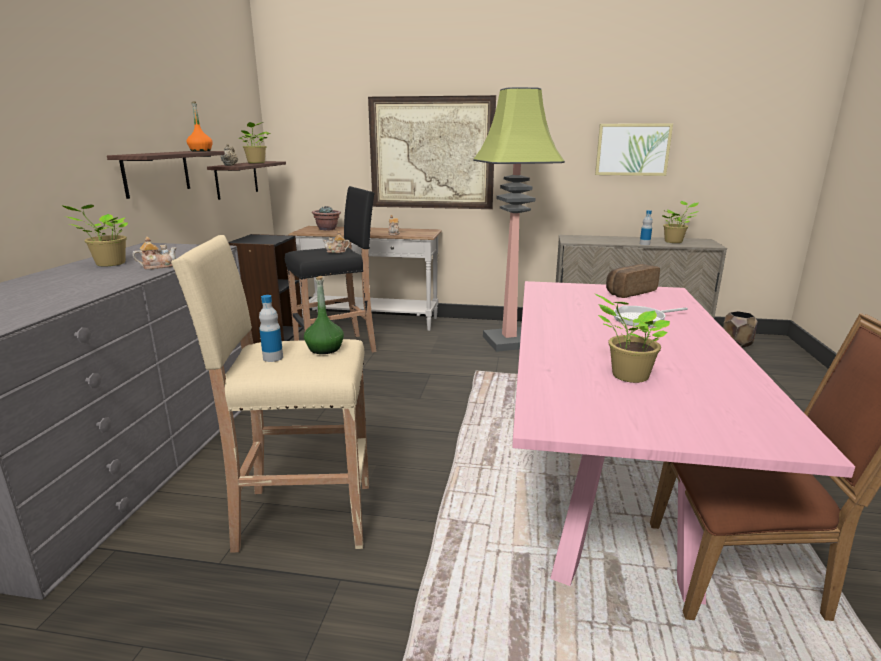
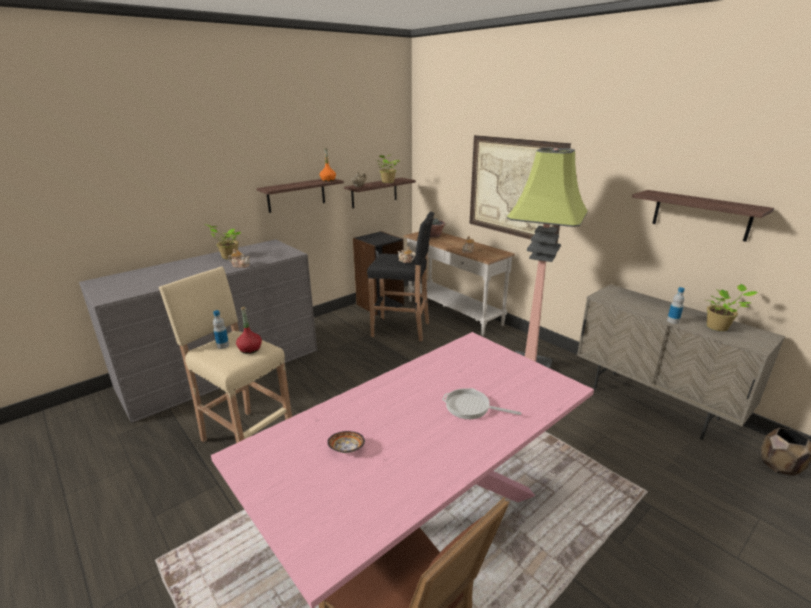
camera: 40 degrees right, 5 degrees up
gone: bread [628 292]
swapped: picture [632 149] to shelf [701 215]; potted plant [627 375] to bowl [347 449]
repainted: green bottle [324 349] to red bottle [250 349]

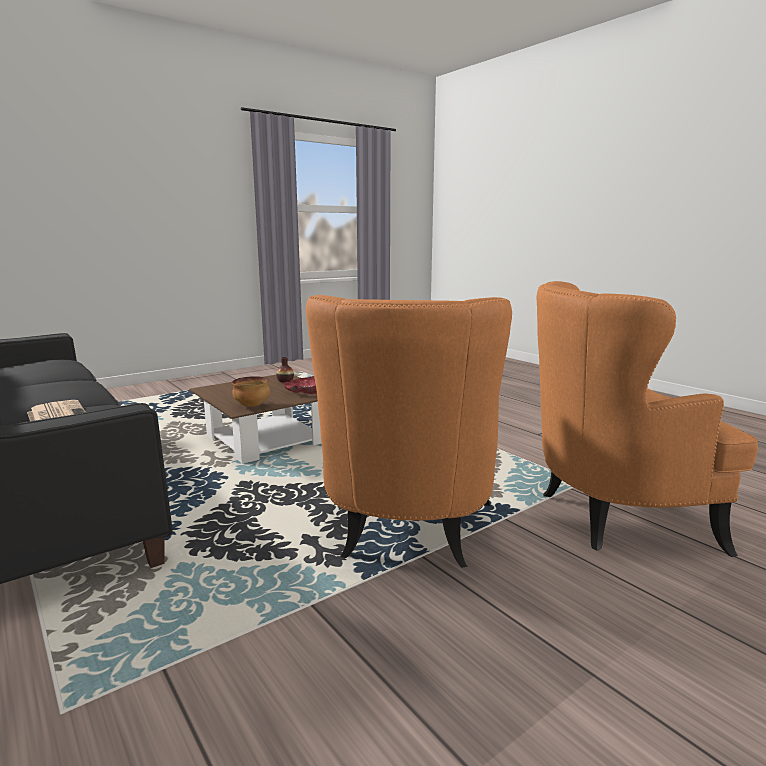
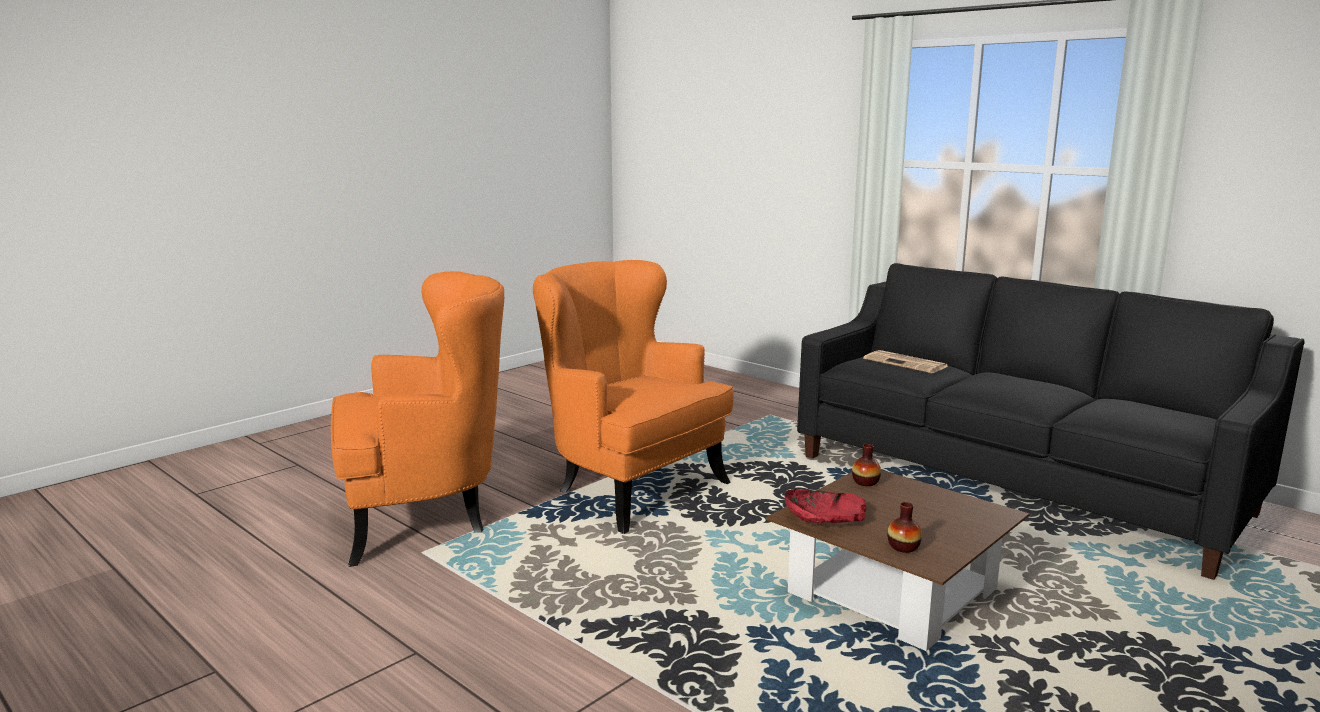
camera: 170 degrees right, 0 degrees up
swapped: bowl [252 406] to vase [865 482]
rotated: orange armchair [407 533] = [629 488] 45 degrees counterclockwise

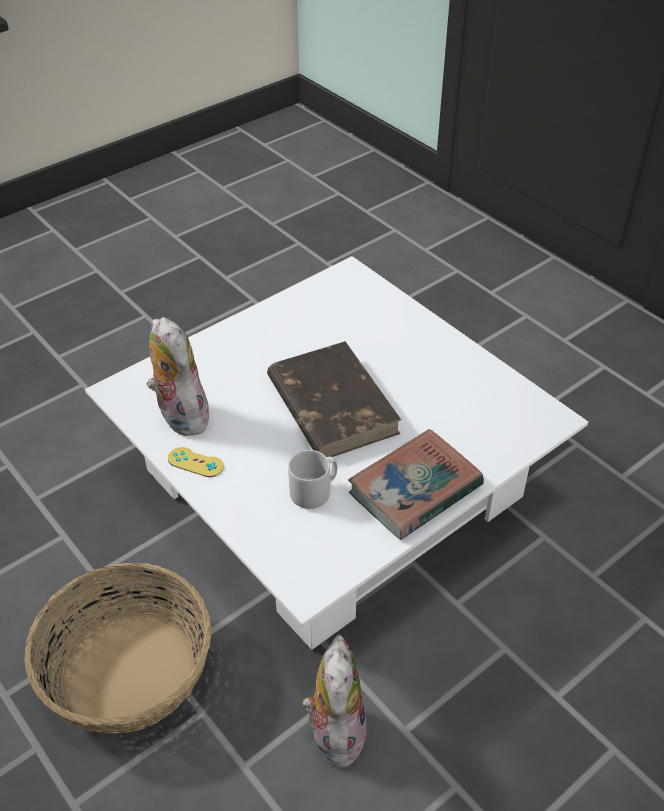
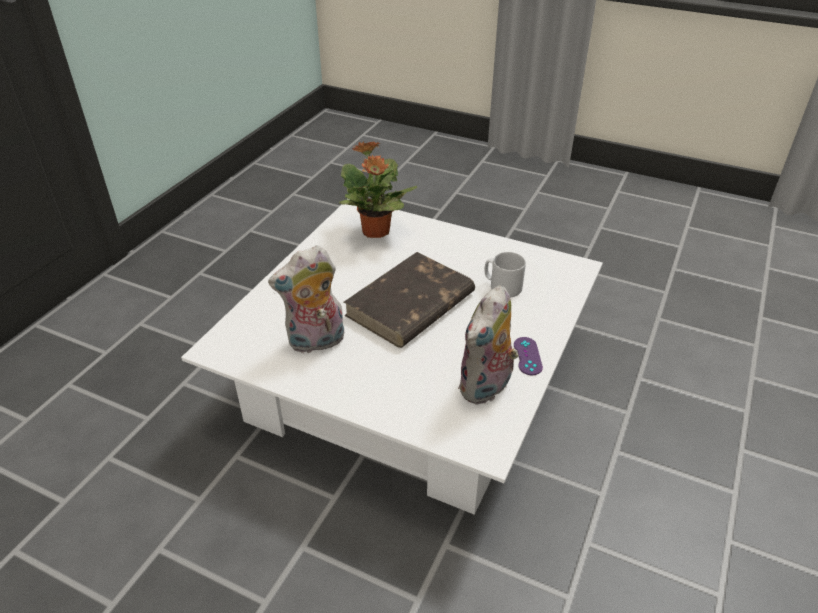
camera: 115 degrees left, 5 degrees down
gone: basket [130 672]; book [415 489]
new: potted plant [376 232]
shifted: plush toy [335 731] to [316 342]
repainted: yellow game controller [195 462] to purple game controller [527 356]

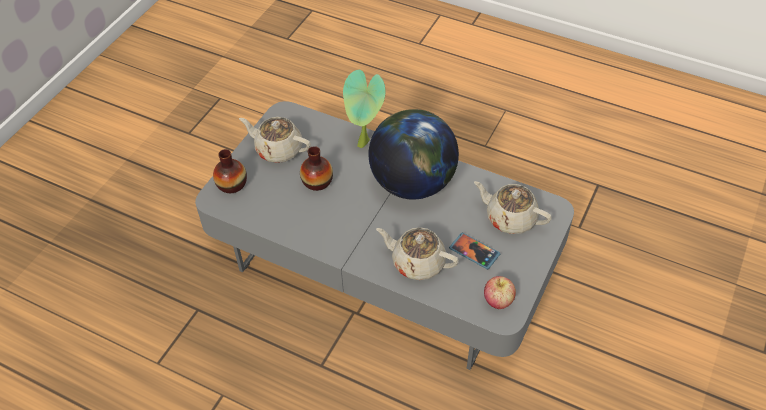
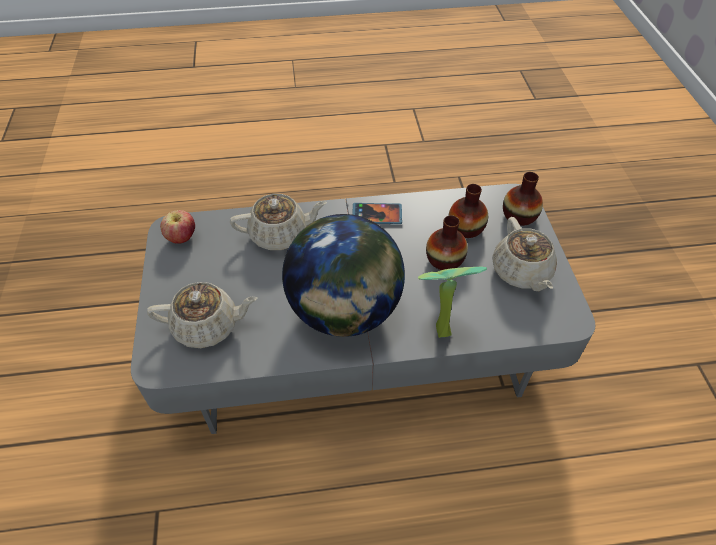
camera: 145 degrees right, 0 degrees up
new: vase [465 228]
shifted: phone [474 252] to [377 215]
rotated: beige teapot [278 149] = [521 272] 90 degrees clockwise

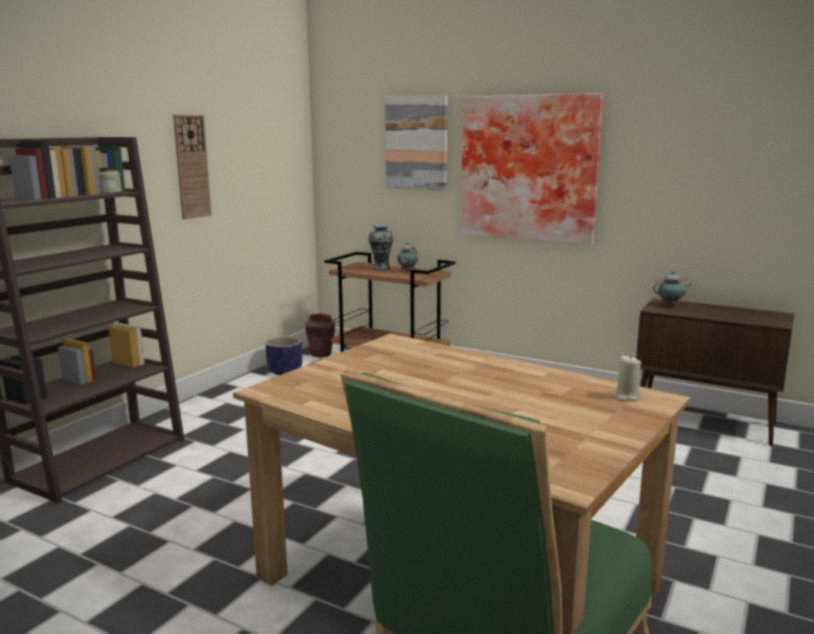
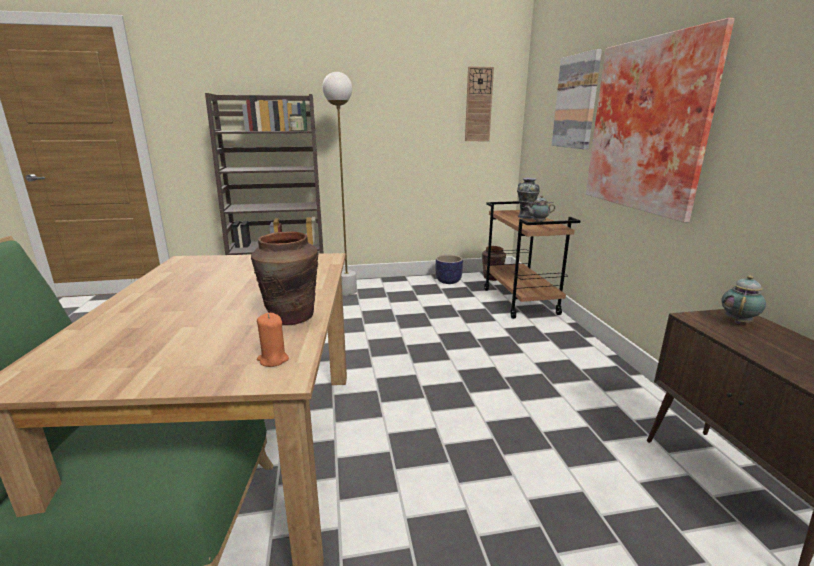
camera: 50 degrees right, 5 degrees up
new: brown vase [291 317]; white floor lamp [347 292]
shifted: wall clock [192 167] to [478 105]
repainted: beige candle [626 396] to orange candle [273 360]
rotated: teapot [671 305] = [738 322] 90 degrees counterclockwise

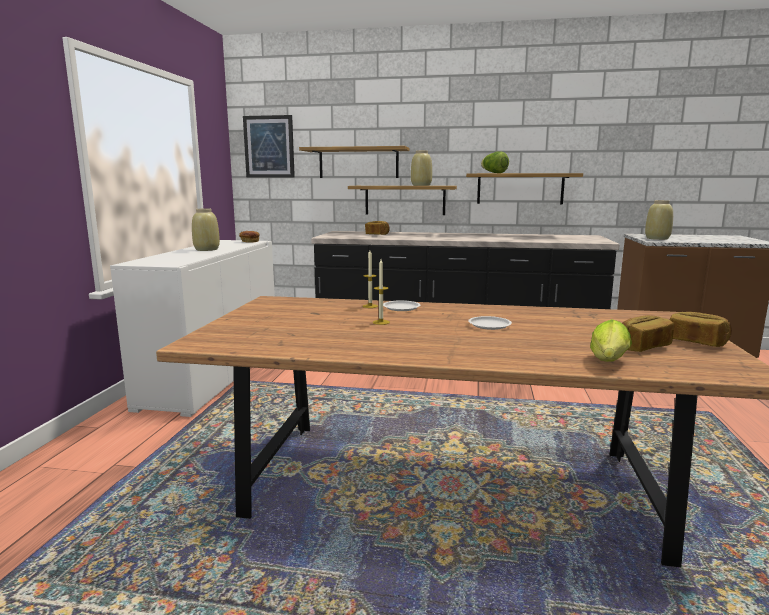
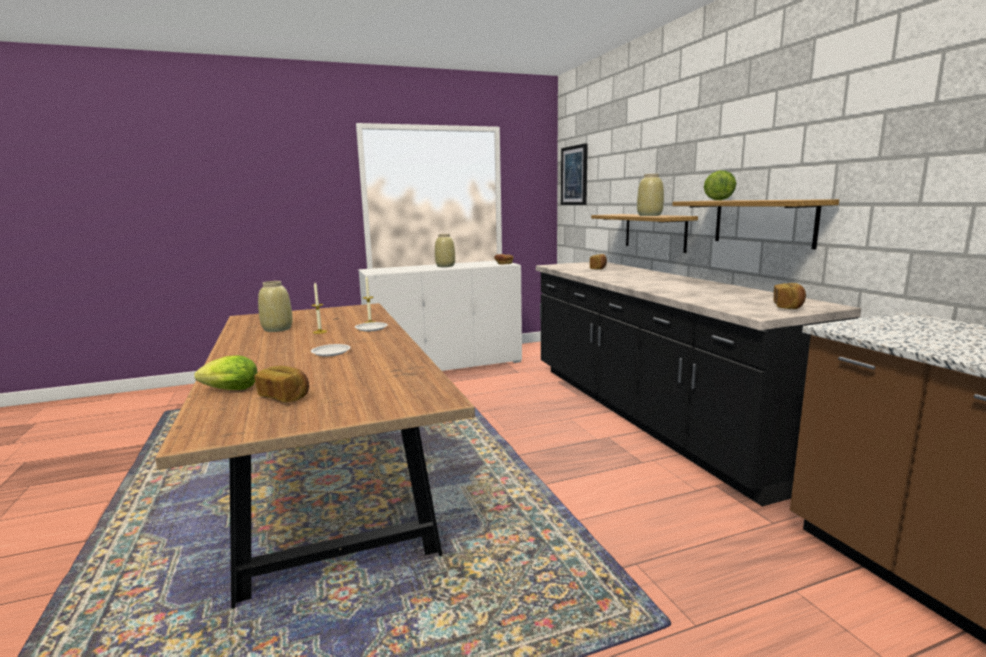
camera: 60 degrees right, 0 degrees up
gone: shelf [358 163]
shifted: beige vase [657 238] to [277 329]; bread [697 342] to [788 307]

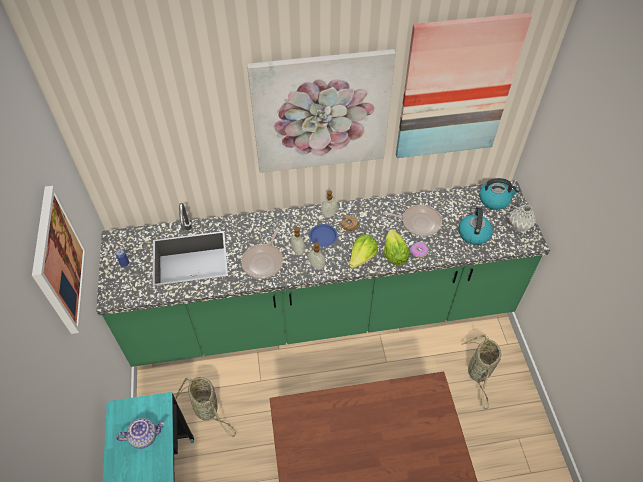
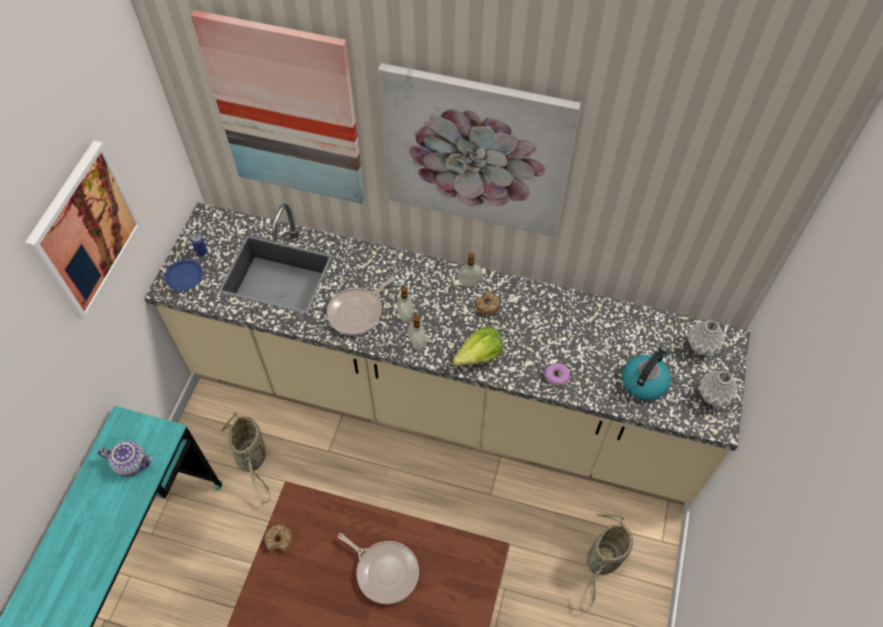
camera: 25 degrees right, 5 degrees up
gone: lettuce [394 254]
new: donut [279 540]
shifted: blue plate [323 237] to [184 277]; frying pan [418 222] to [385 571]; picture [455 89] to [287 112]
swapped: kettle [494 200] to grey vase [701 346]
repainted: green counter [321 315] to beige counter [441 401]

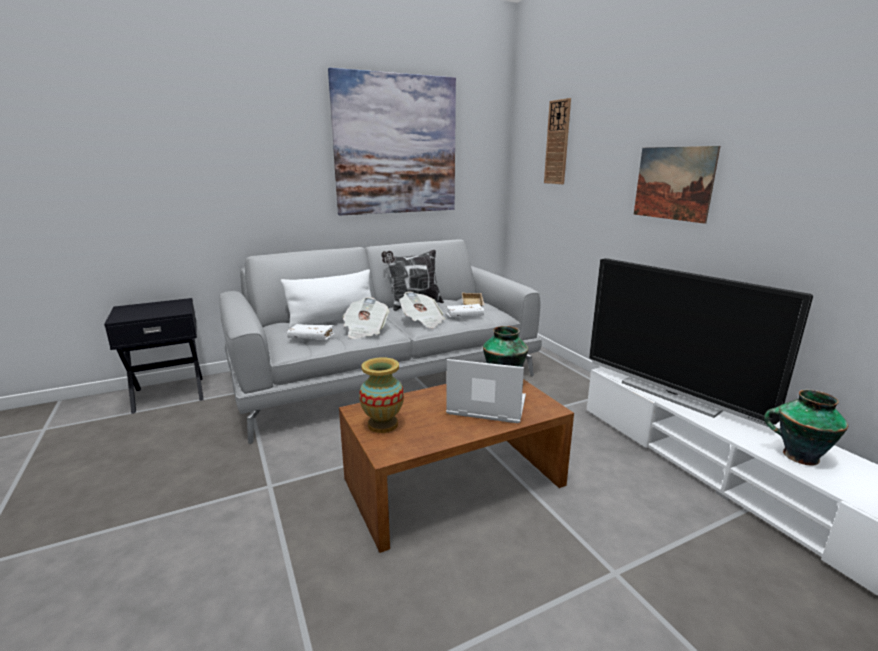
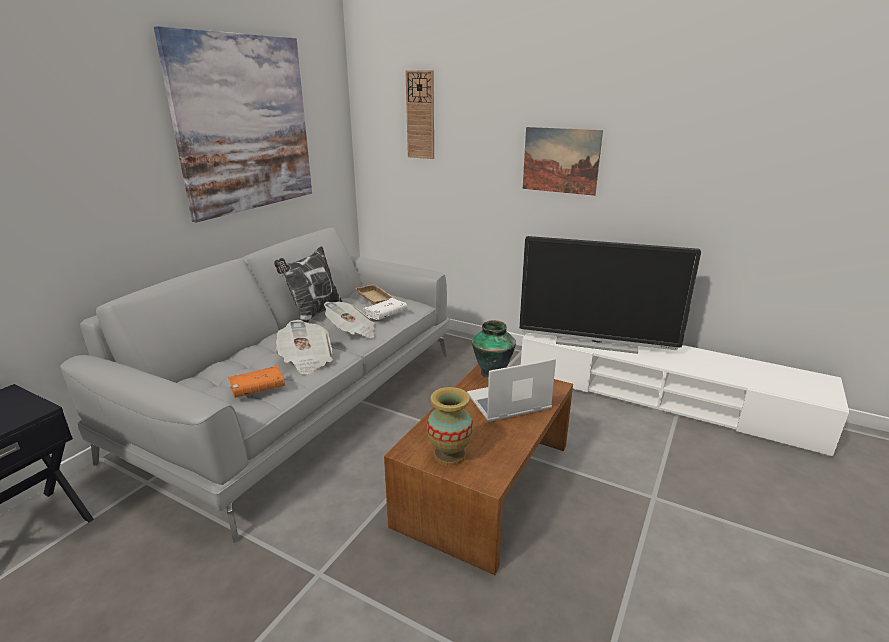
camera: 35 degrees left, 5 degrees up
gone: white pillow [333 320]; vase [798 456]
repainted: white book [311 338] to orange book [258 388]

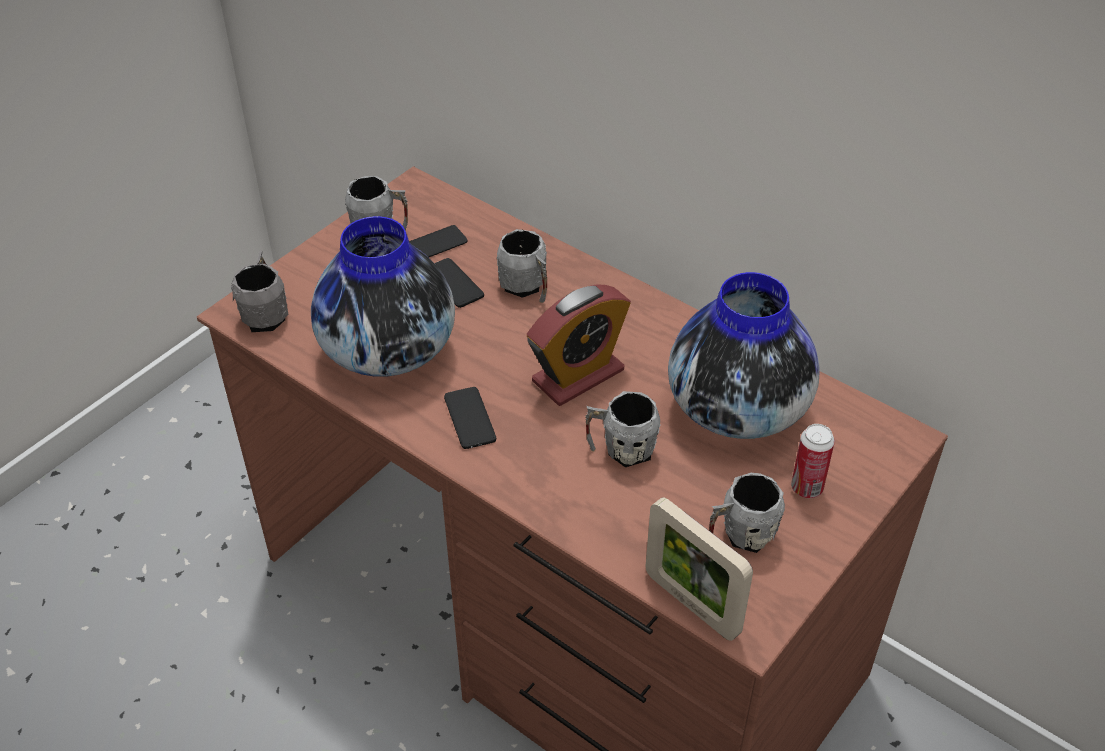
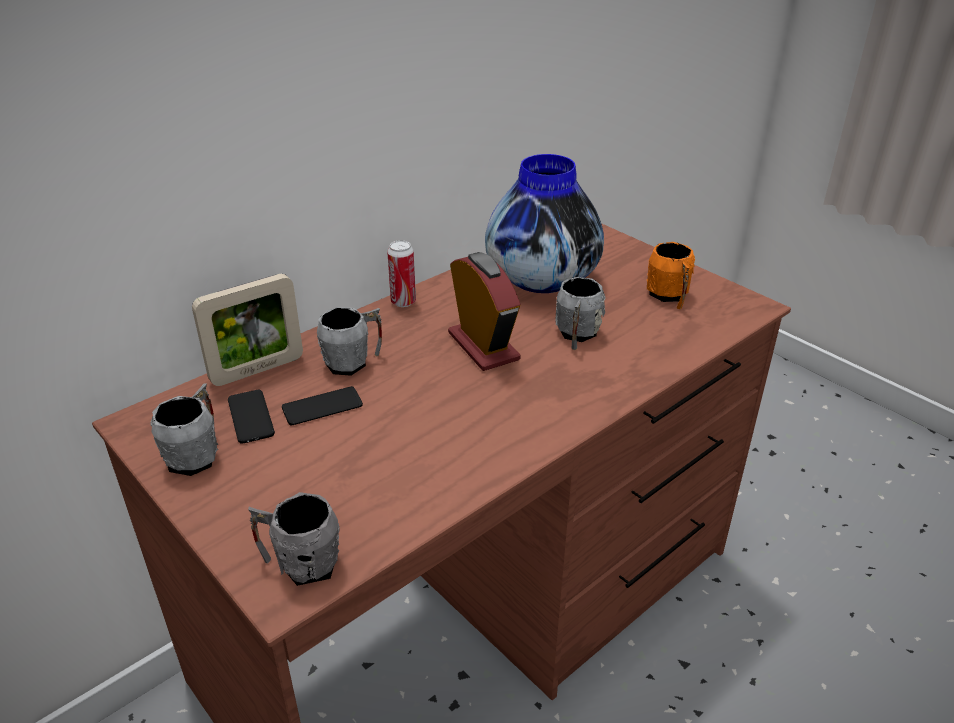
camera: 80 degrees left, 10 degrees down
gone: vase [387 352]; phone [470 418]
shifted: picture frame [692 604] to [257 370]; can [806 488] to [403 302]
repainted: grey mug [740 536] to orange mug [669 297]

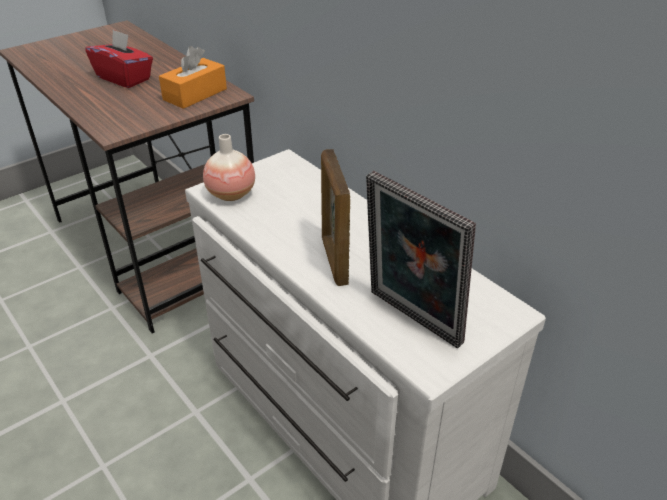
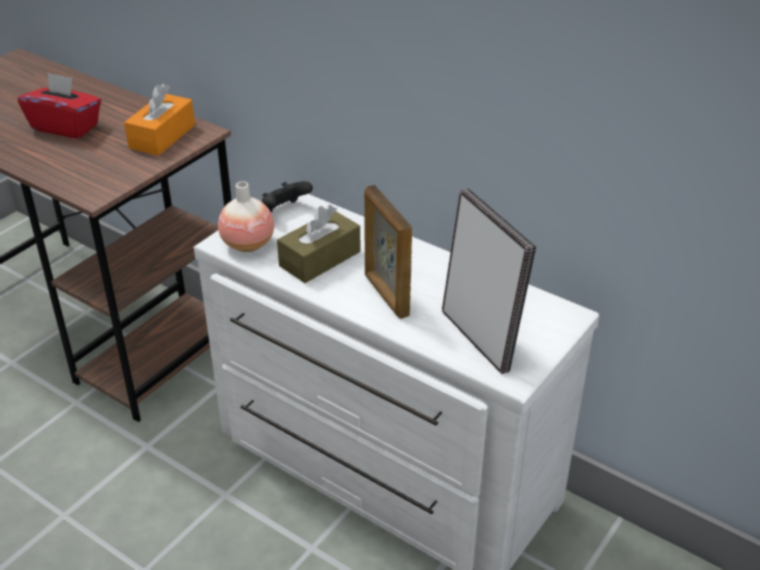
camera: 15 degrees left, 0 degrees up
new: black game controller [284 210]; brown tissue box [320 259]
rotated: picture frame [410 320] = [480 338] 150 degrees counterclockwise

